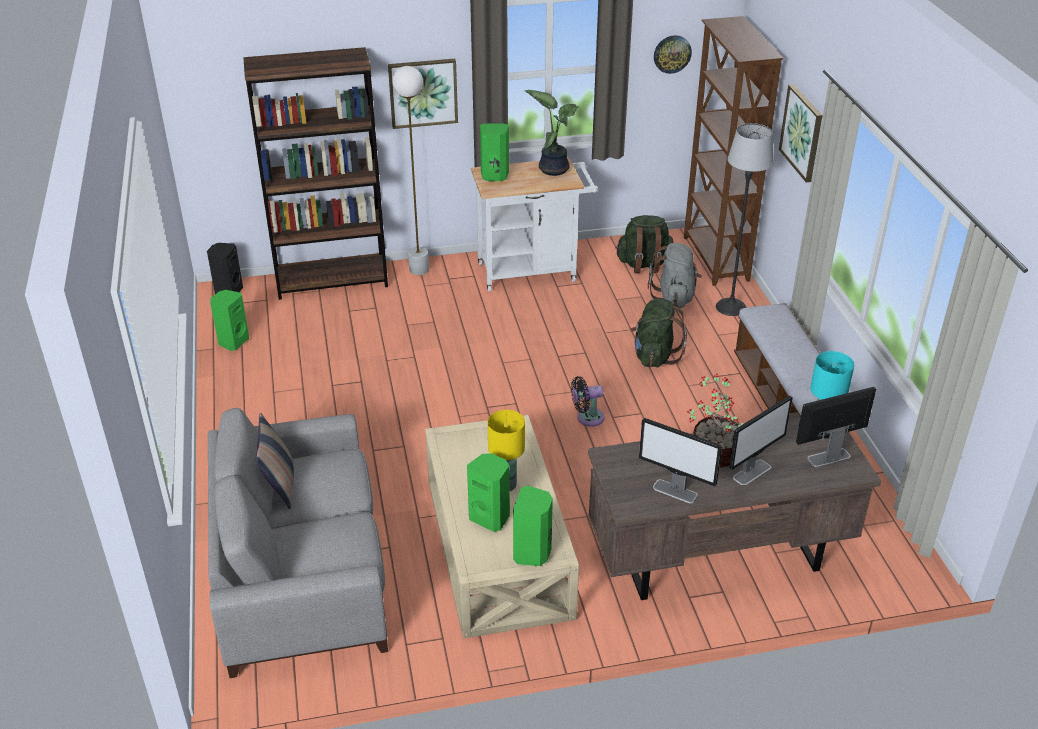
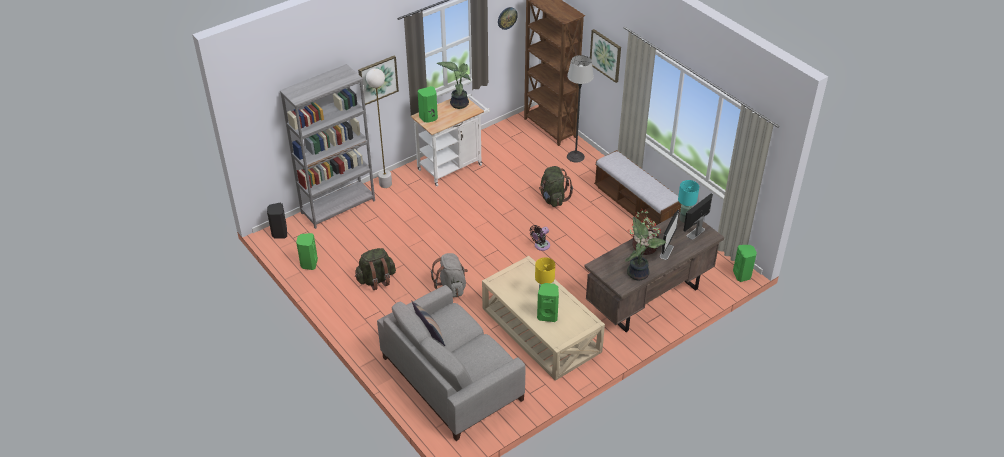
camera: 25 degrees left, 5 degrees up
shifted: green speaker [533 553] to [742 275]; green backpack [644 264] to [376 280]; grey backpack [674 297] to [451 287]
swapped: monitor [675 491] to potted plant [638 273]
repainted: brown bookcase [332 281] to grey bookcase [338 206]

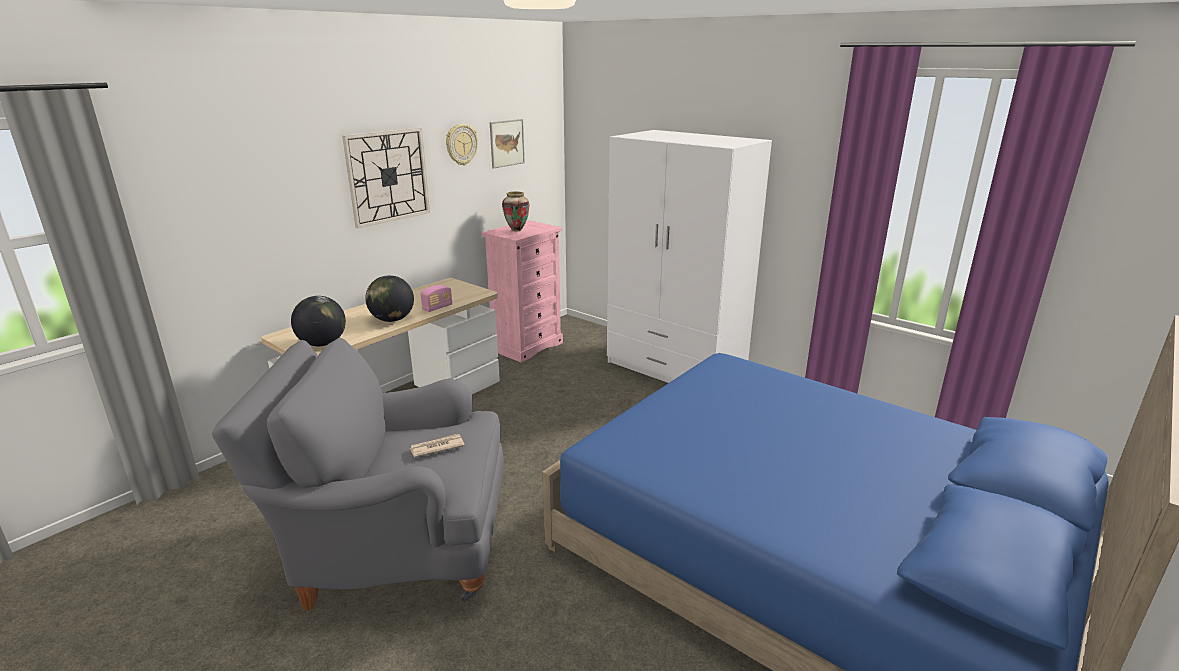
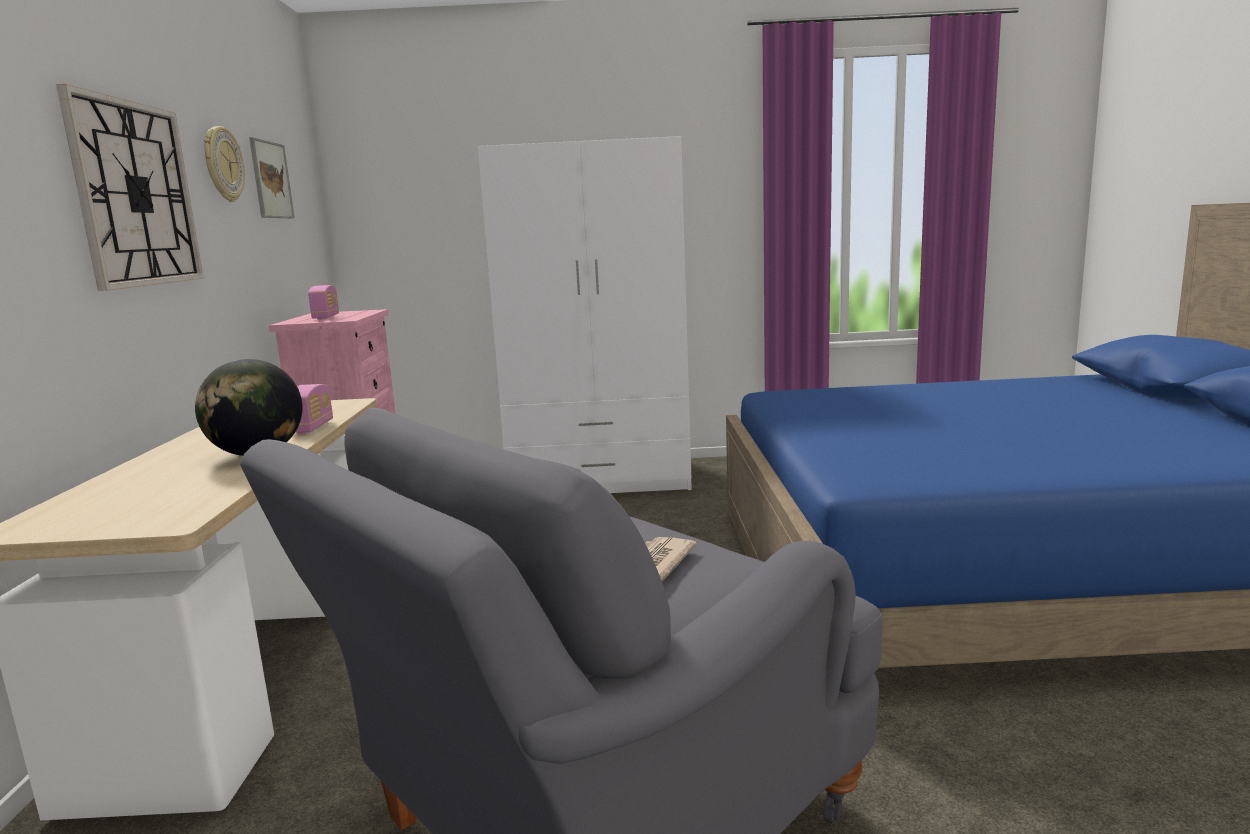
camera: 40 degrees left, 10 degrees down
gone: globe [322 344]
swapped: vase [517 230] to radio [326 317]

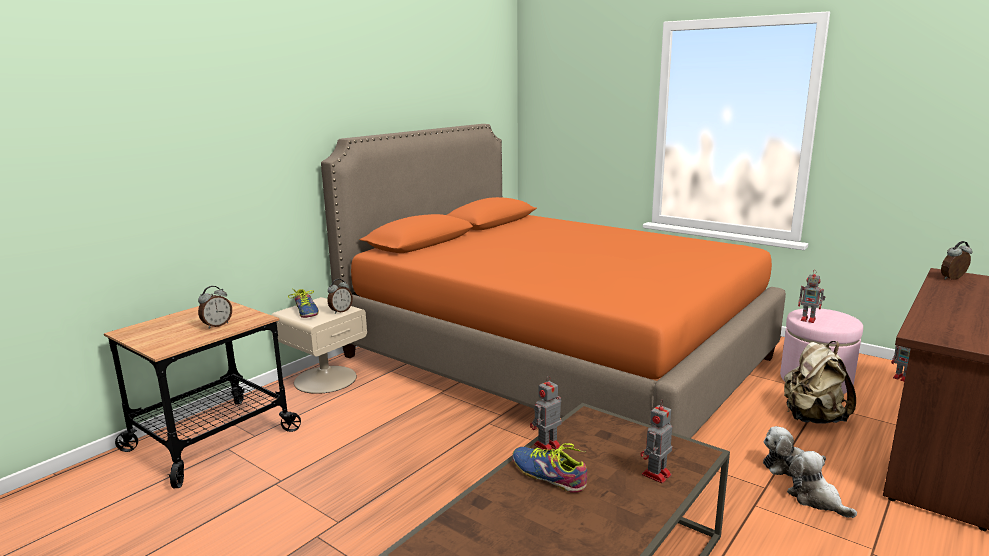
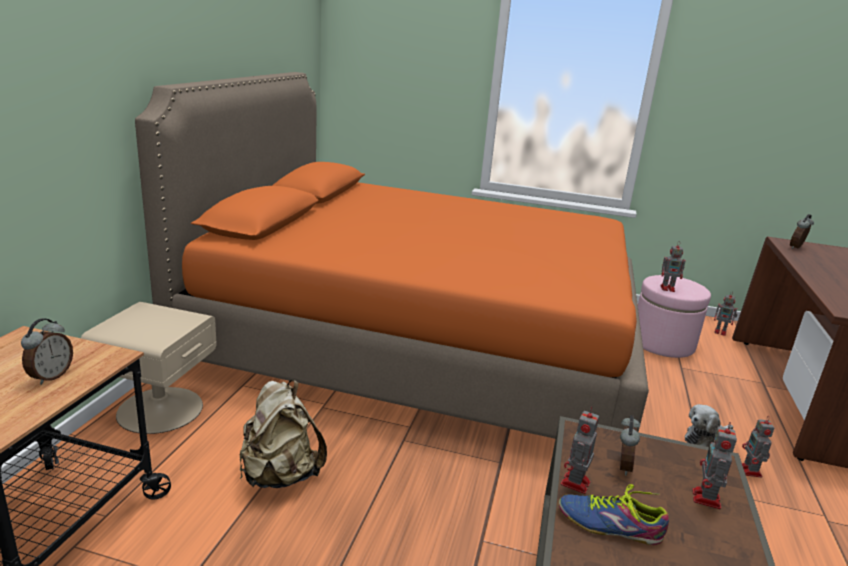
camera: 25 degrees left, 5 degrees up
gone: shoe [306 311]
shifted: alarm clock [340 311] to [622 466]; beige backpack [812 418] to [280 475]
swapped: plush toy [816 499] to toy robot [750 472]

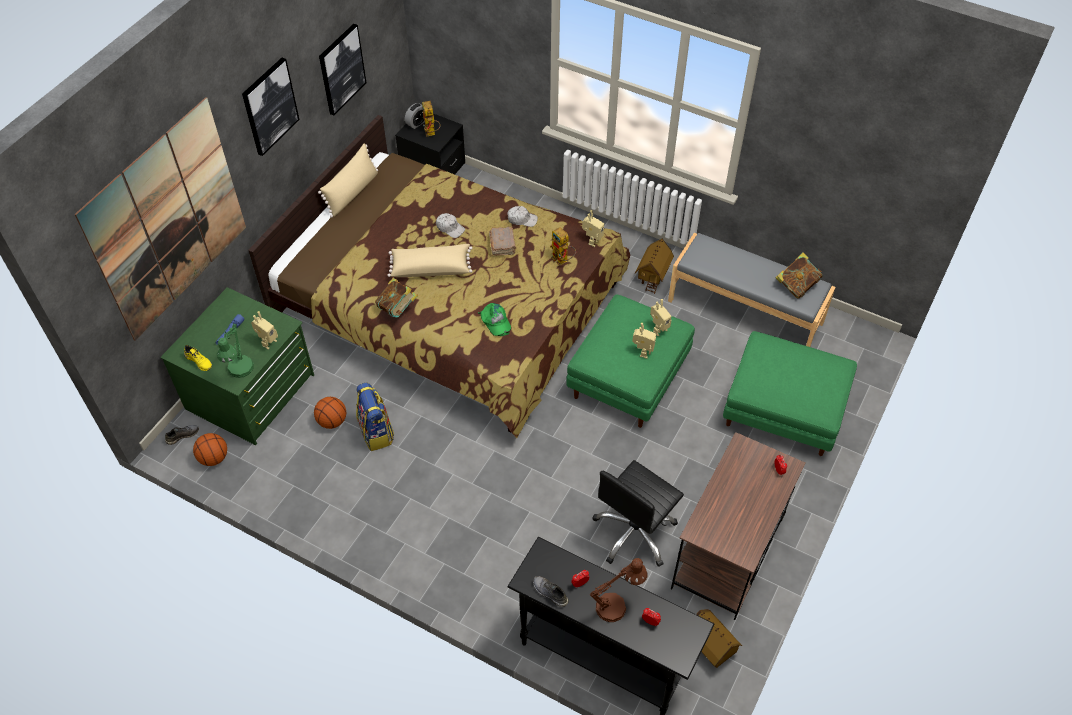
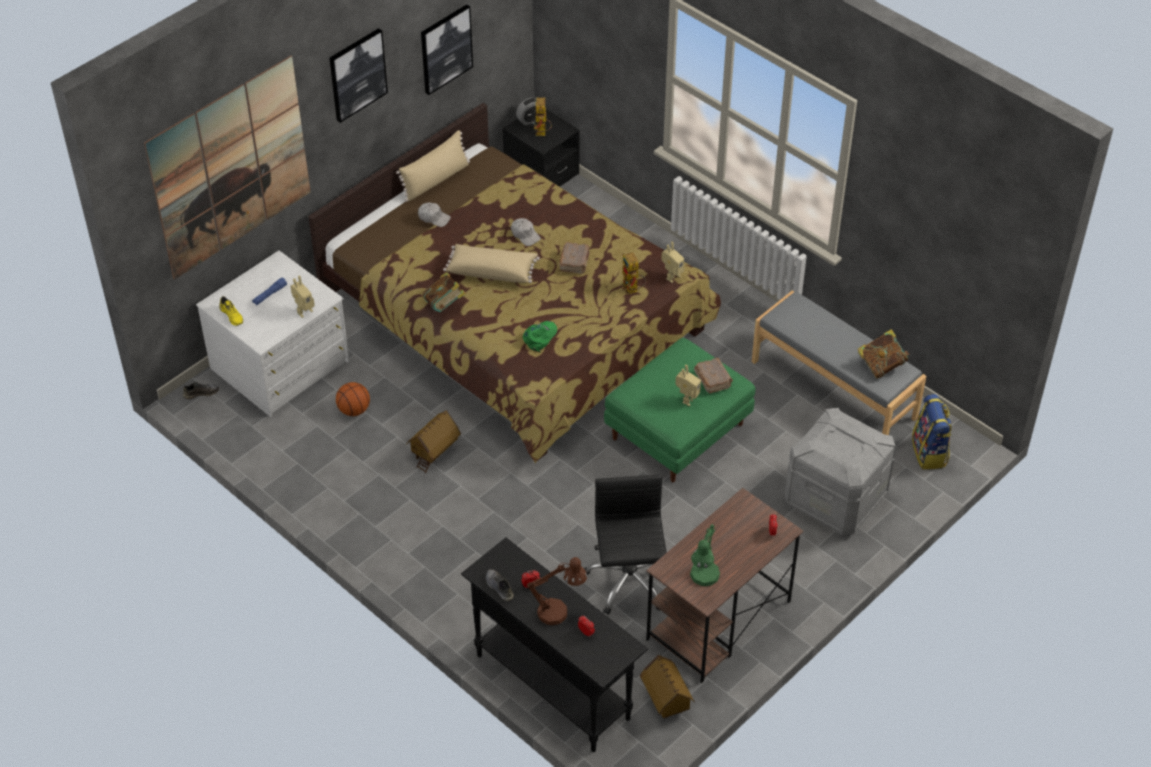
camera: 15 degrees right, 5 degrees down
gone: basketball [214 458]
shifted: green table lamp [240 372] to [703 579]; backpack [376 432] to [929 453]; white cap [522 219] to [434 218]; toy house [653 275] to [434 452]
swapped: toy robot [658 329] to brown book [712 380]; green ottoman [784 411] to grey storage box [836 498]
repainted: green dresser [252 392] to white dresser [281 366]
rotated: green cap [495 322] = [540 337] 135 degrees counterclockwise; black office chair [634 533] = [628 580] 120 degrees clockwise

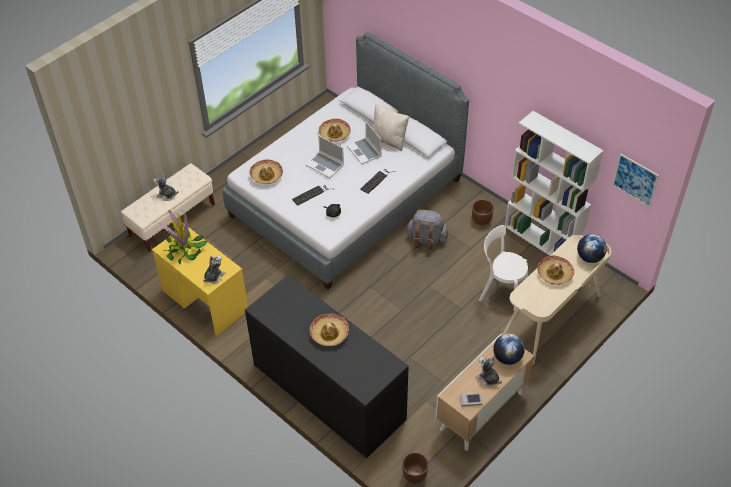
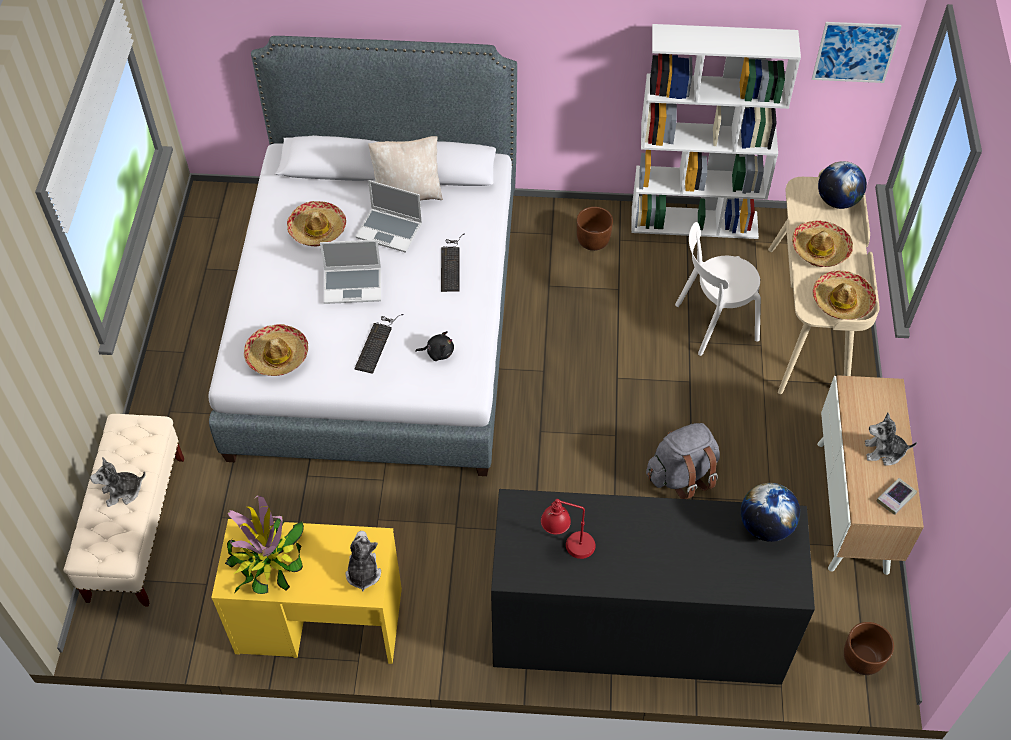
camera: 40 degrees left, 5 degrees up
new: red table lamp [567 545]
shifted: hat [329 333] to [841 301]; grey backpack [426 239] to [681 475]; globe [507 357] to [765 526]

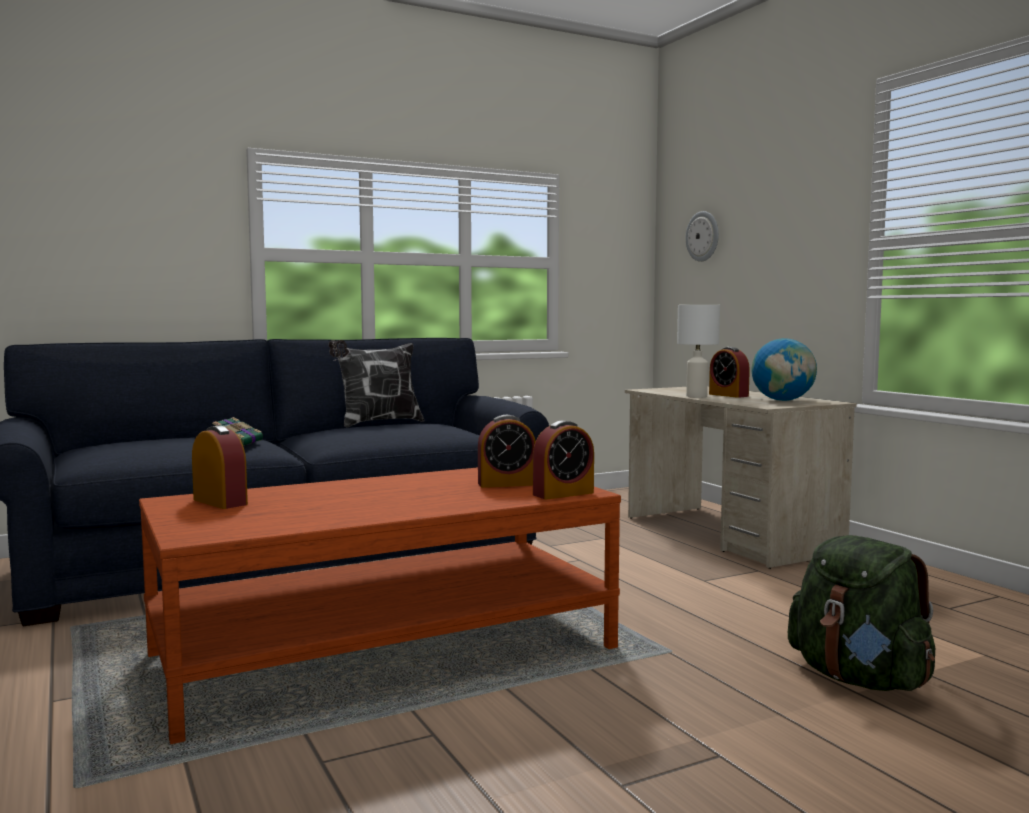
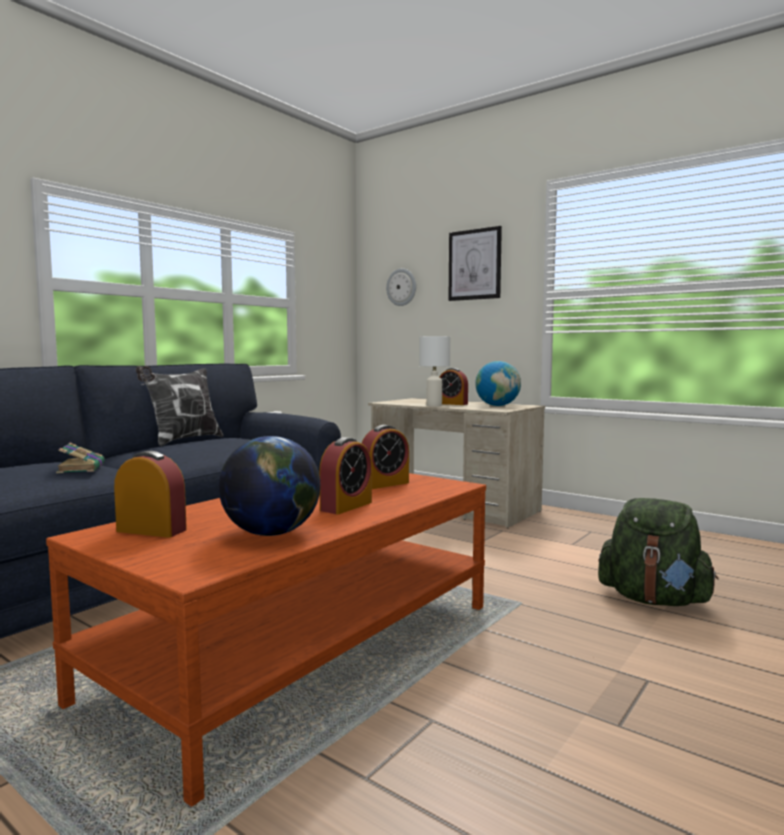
camera: 25 degrees left, 0 degrees up
new: globe [271 533]; picture [474 264]
shifted: alarm clock [563 494] to [346 506]

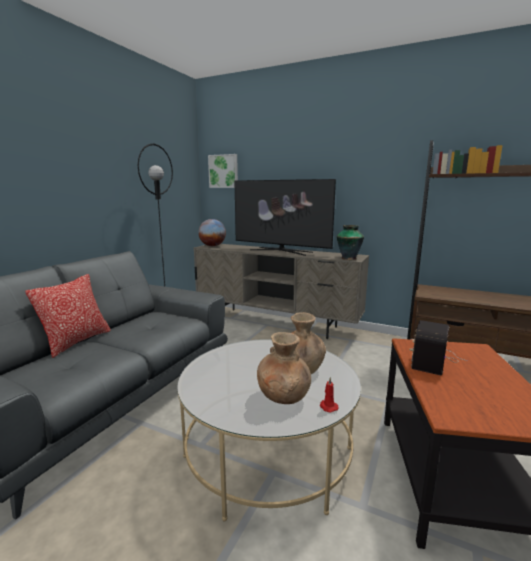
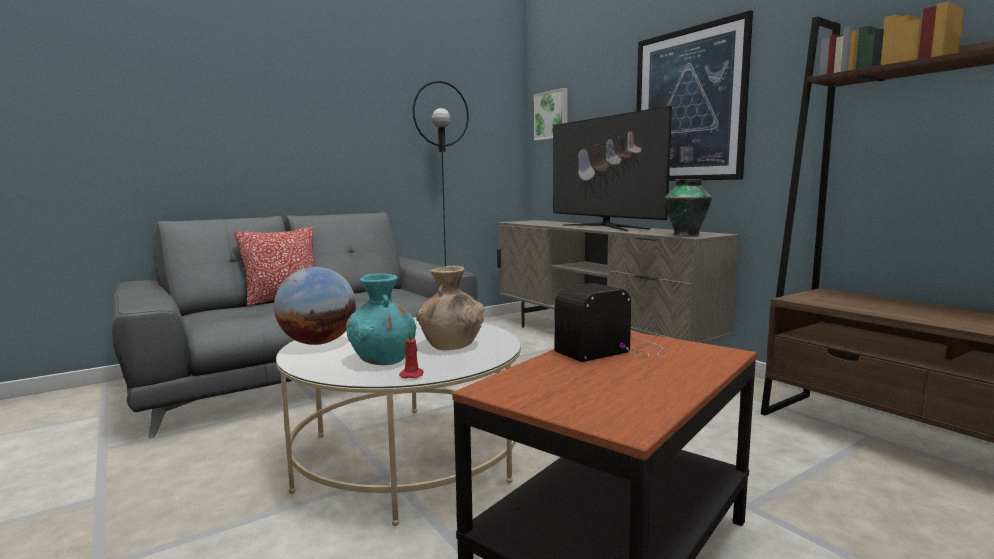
camera: 30 degrees right, 5 degrees down
new: picture [688 106]
shifted: globe [212 246] to [318 343]
repainted: brown vase [283 396] to turquoise vase [383 359]

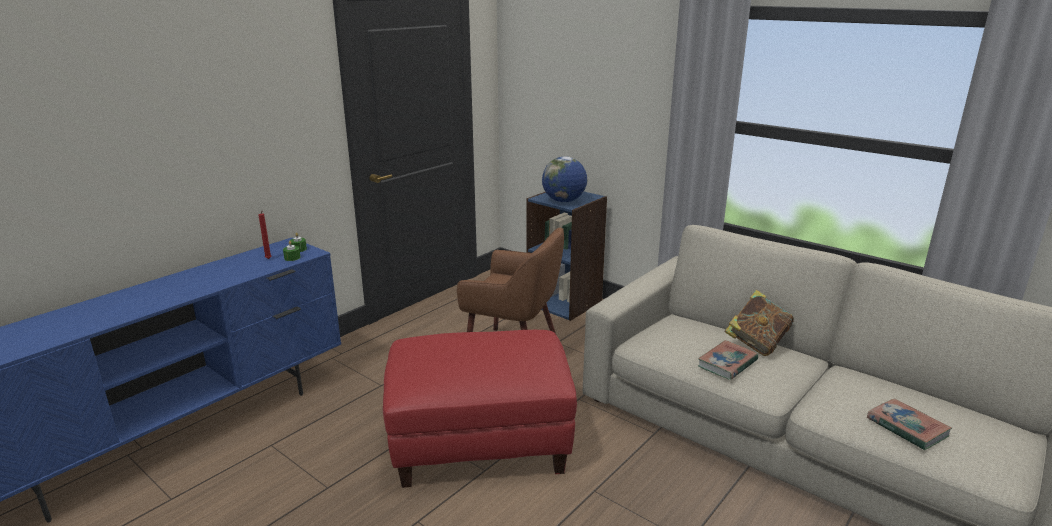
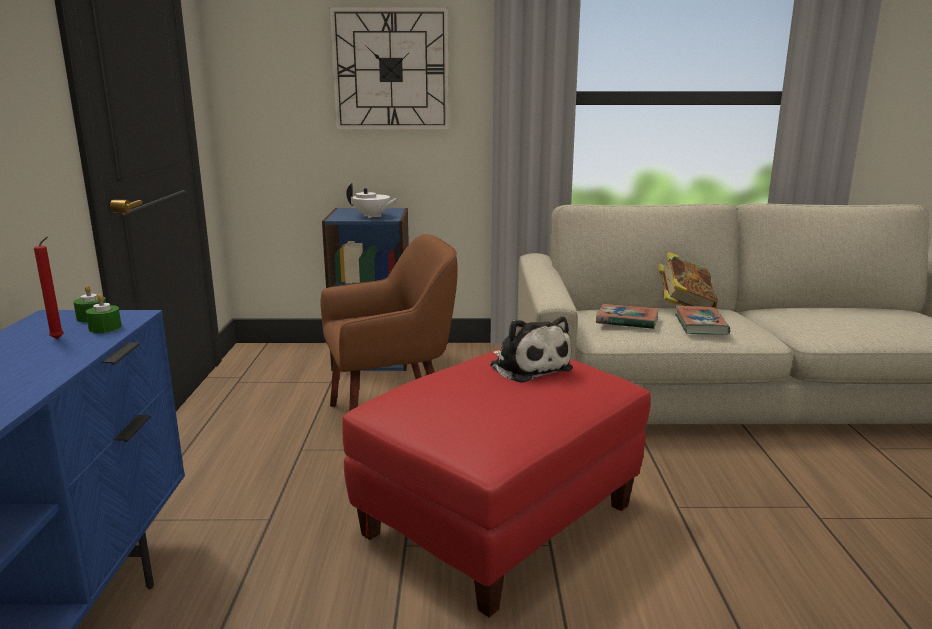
camera: 40 degrees left, 5 degrees down
new: wall clock [391 70]; plush toy [528 367]
shifted: book [907 427] to [627 321]
swapped: globe [564 201] to white teapot [372 216]

